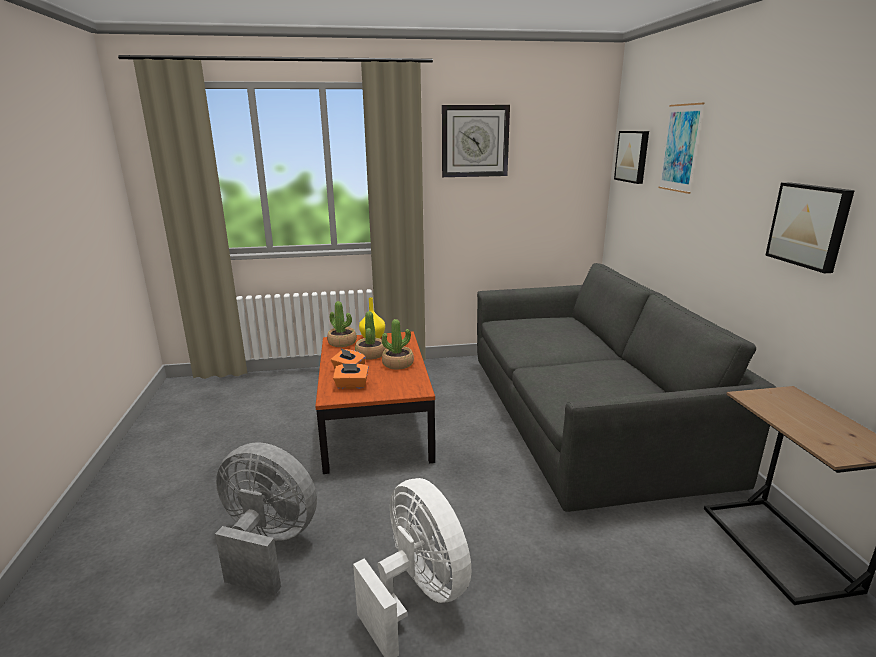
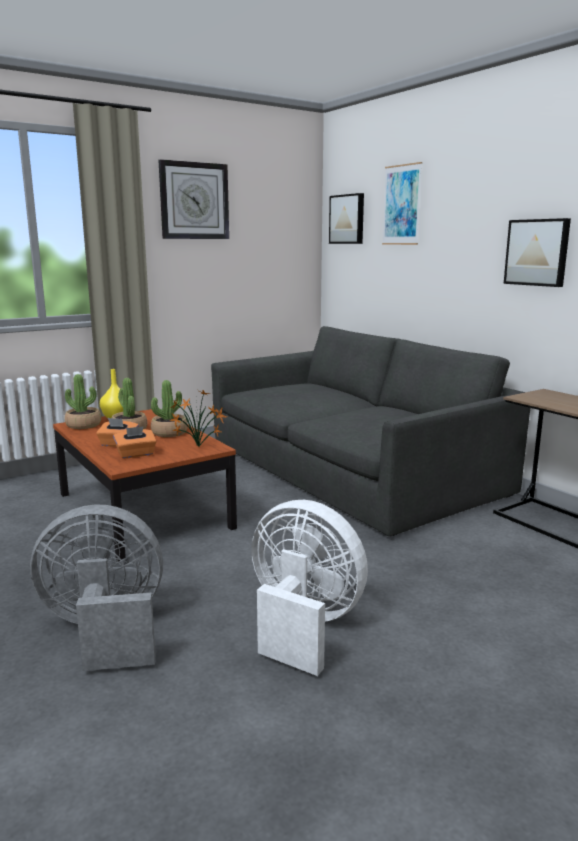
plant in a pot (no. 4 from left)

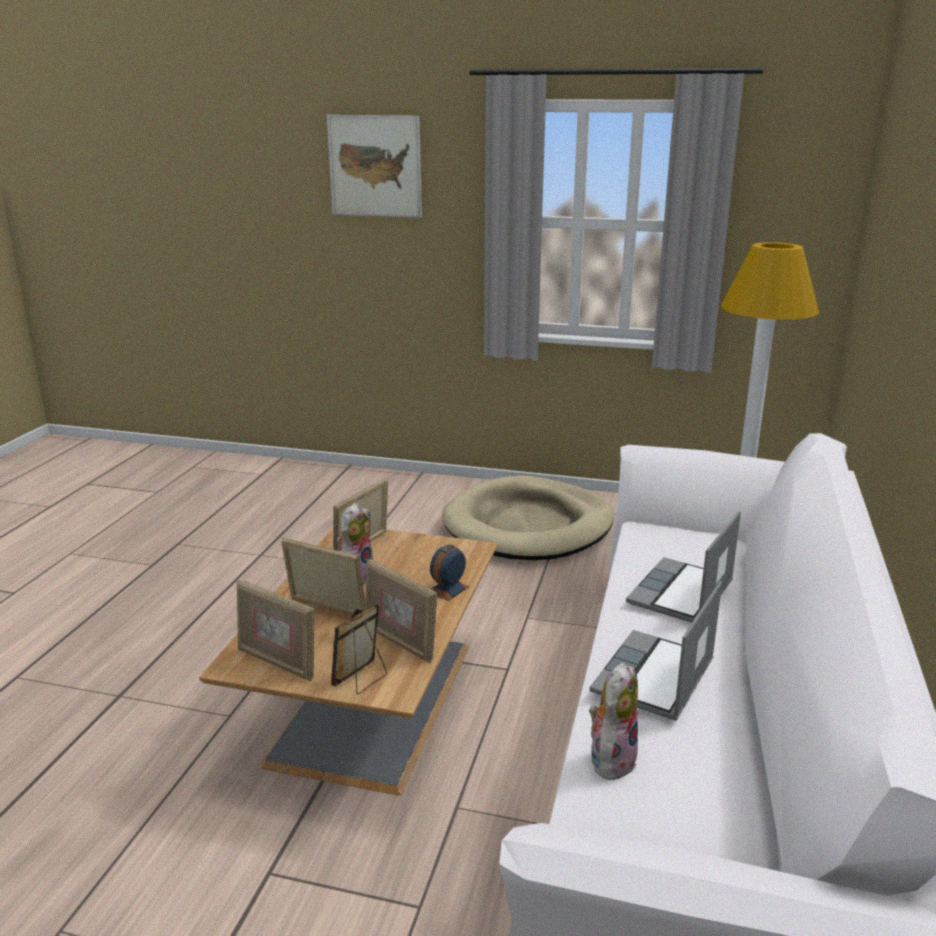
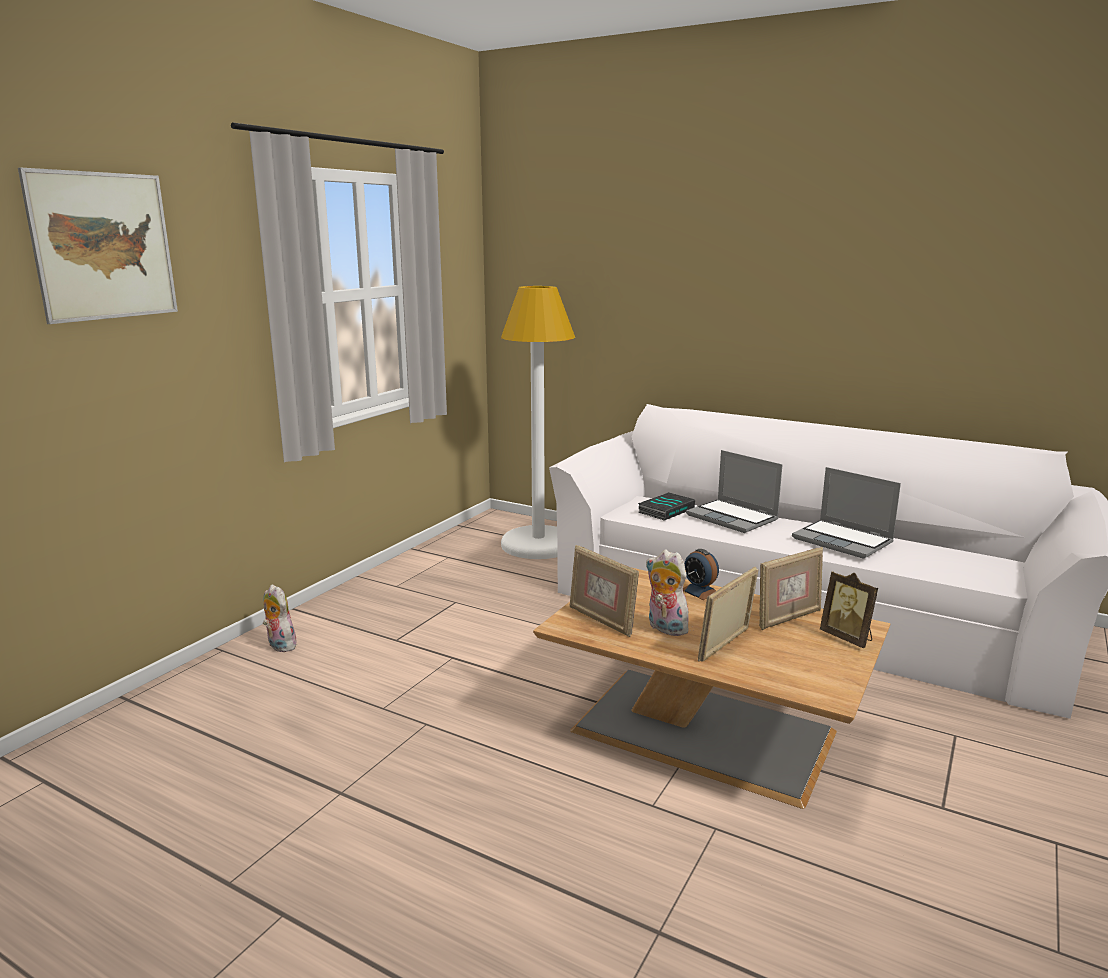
picture frame (no. 1 from left in the first image); dog bed (sand-coloured); book; soft toy (no. 1 from left)

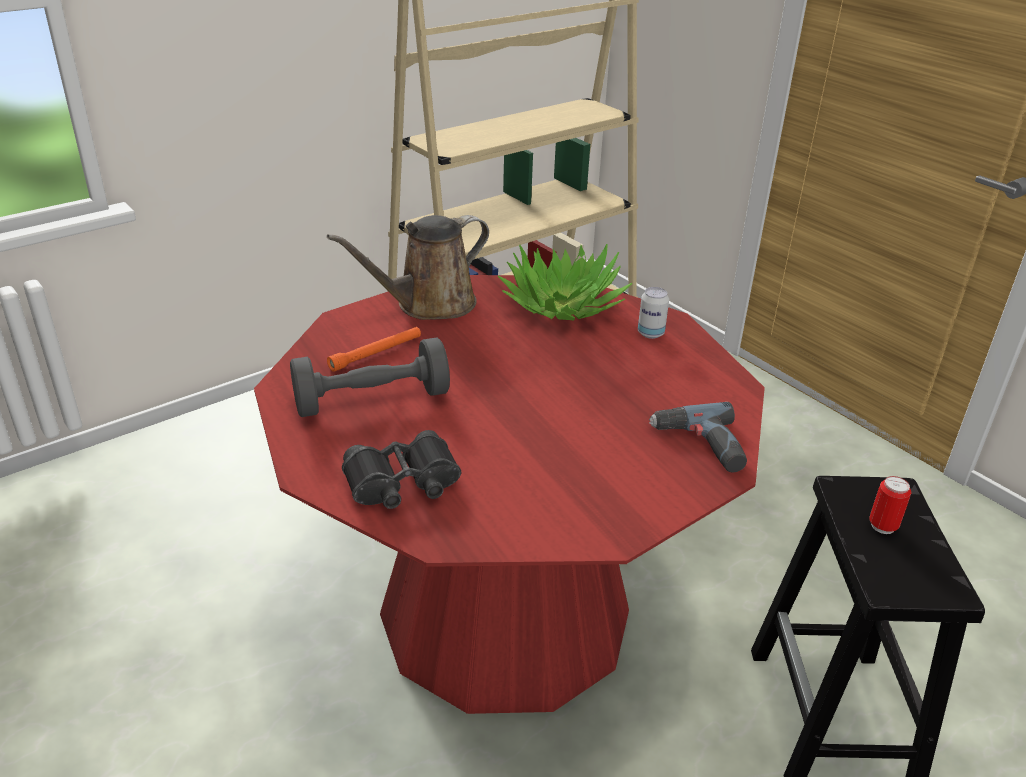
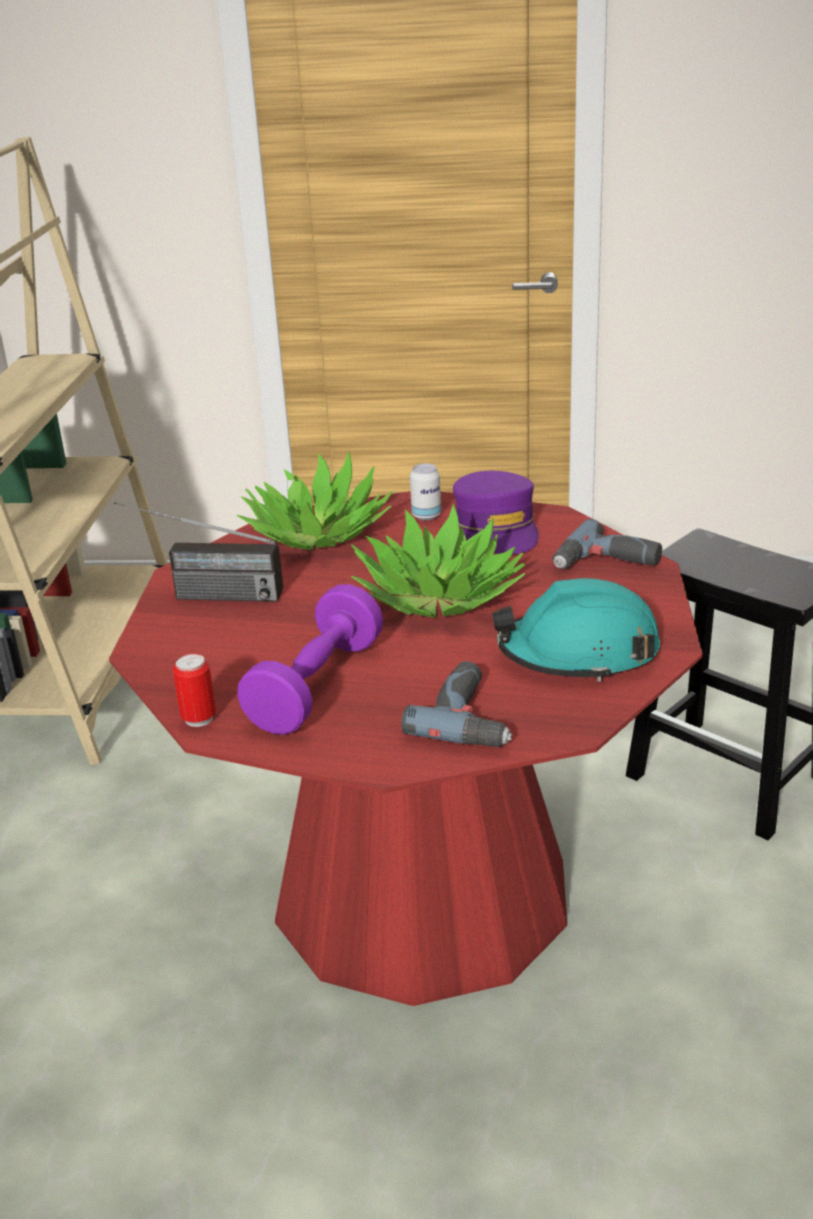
flashlight (orange-coloured); plant in a pot (no. 2 from left); cap (purple-coloured); hard hat (turquoise-coloured); sealed can (no. 1 from left); radio receiver; electric drill (no. 1 from left); dumbbell (purple-coloured)

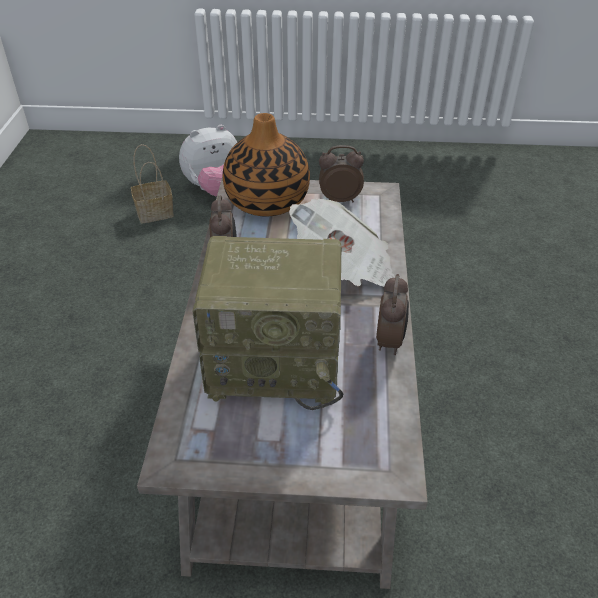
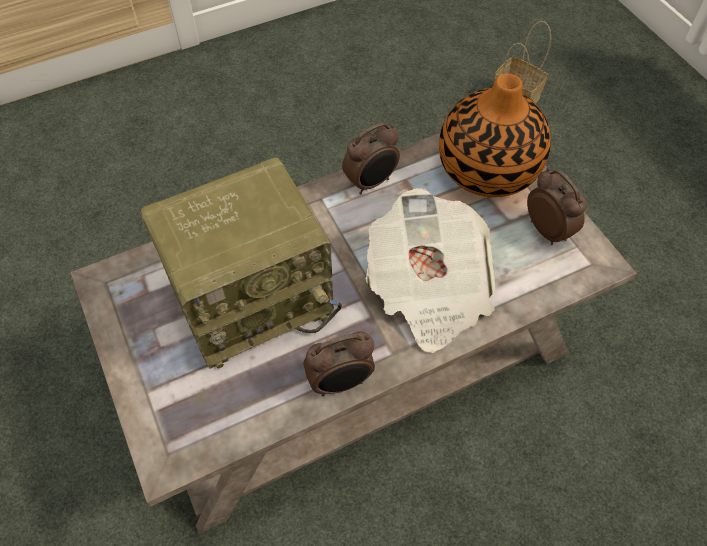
soft toy; radio receiver

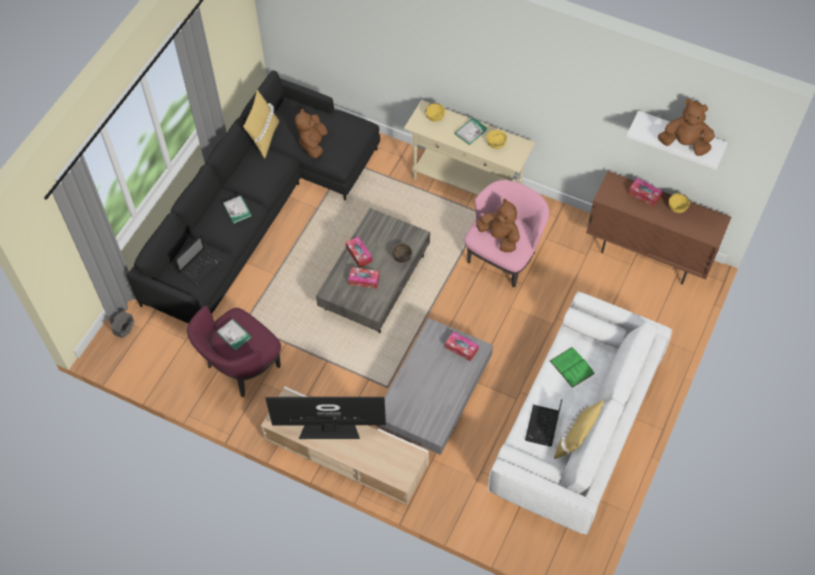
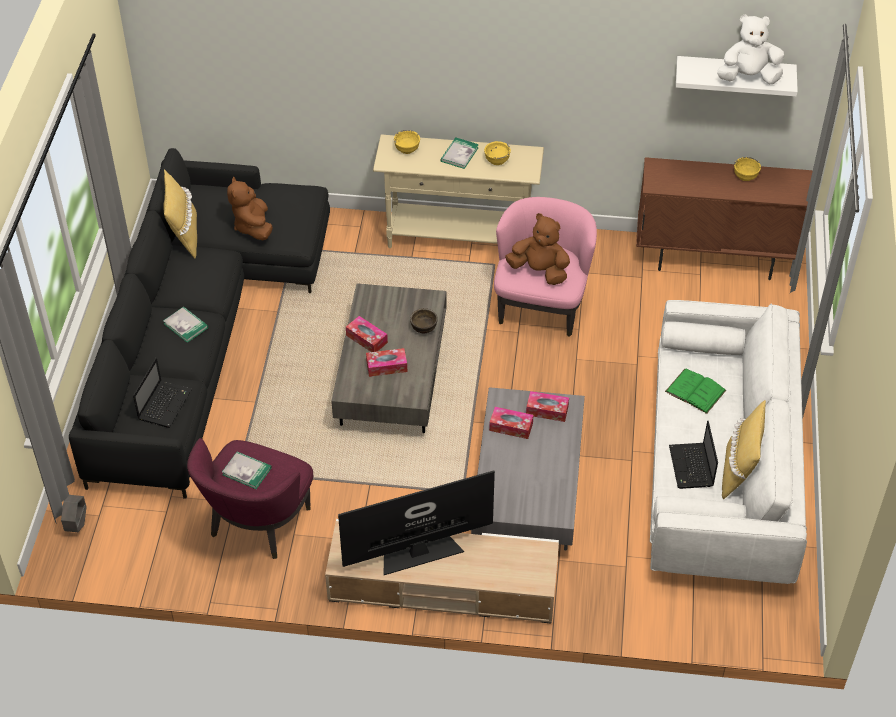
box of tissues (no. 3 from left); soft toy (white-coloured)

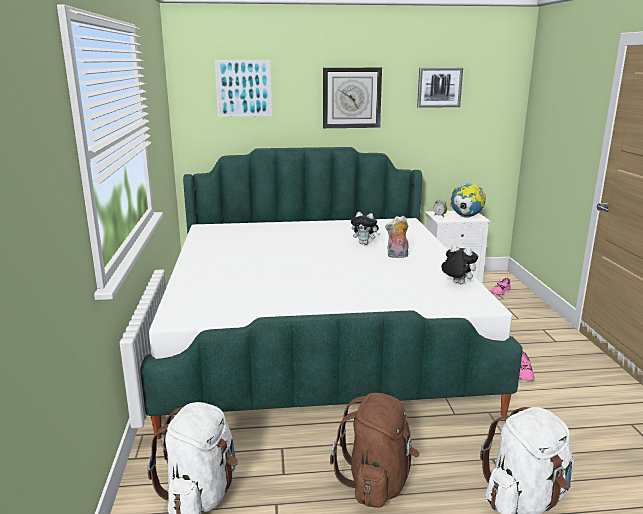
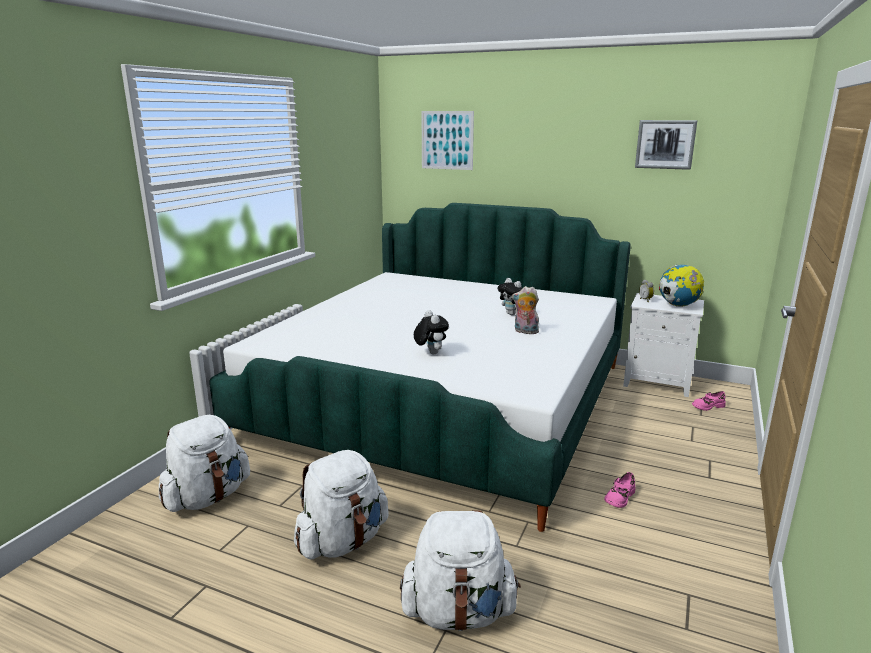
wall clock; soft toy (no. 1 from left); knapsack (white-coloured) (no. 2 from left)

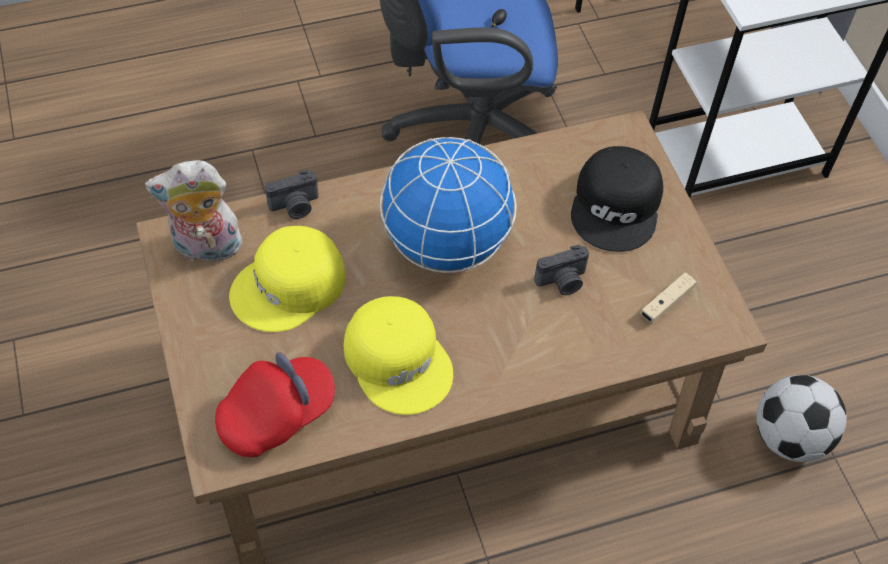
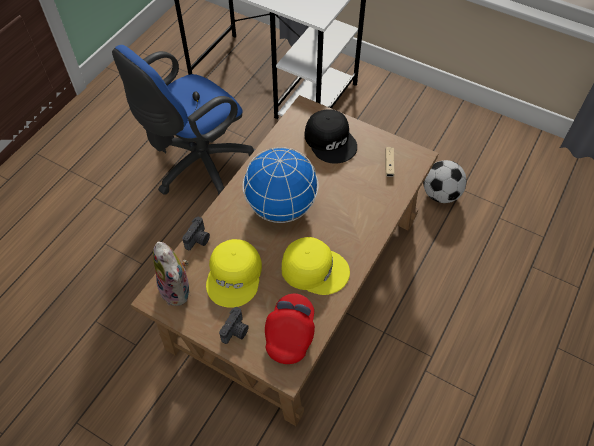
still camera (no. 2 from left); soft toy

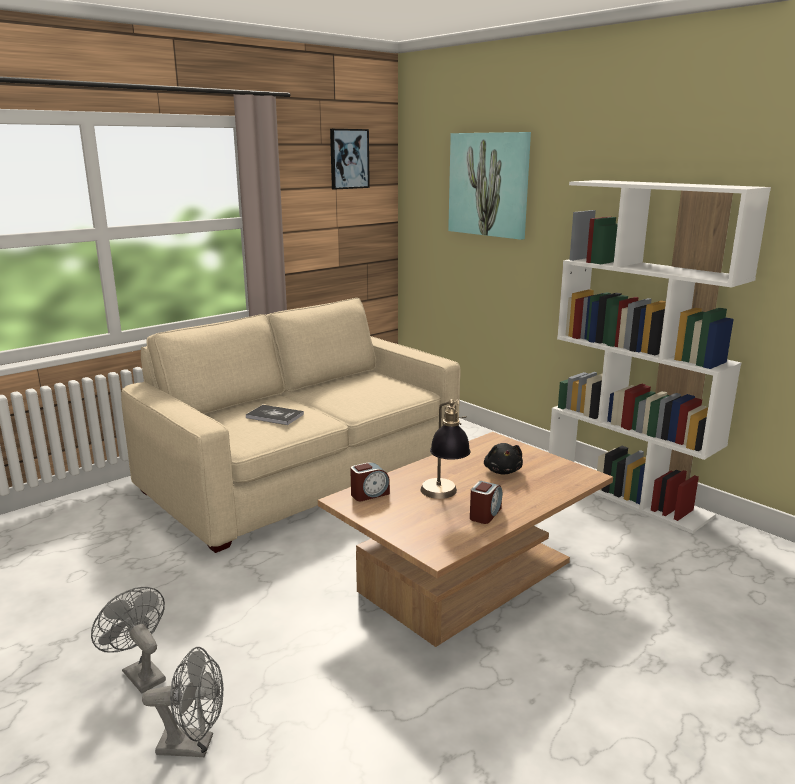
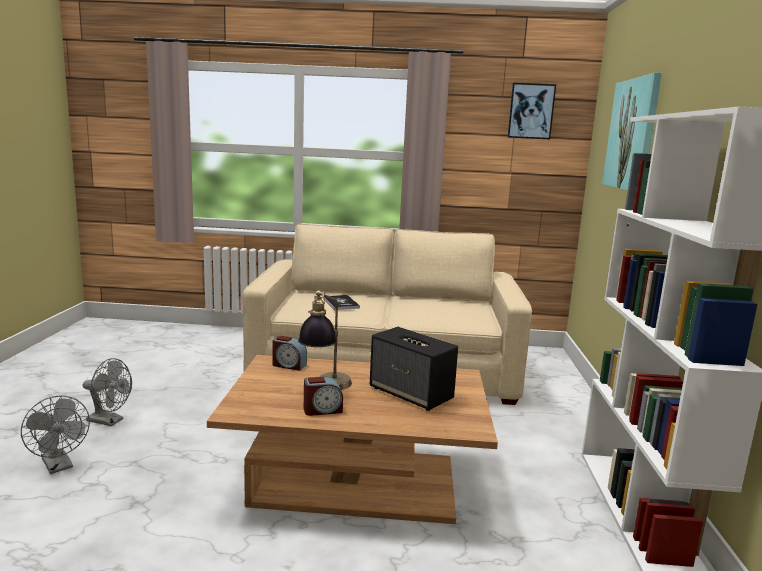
audio speaker; cooling fan (greyish) (no. 2 from left)

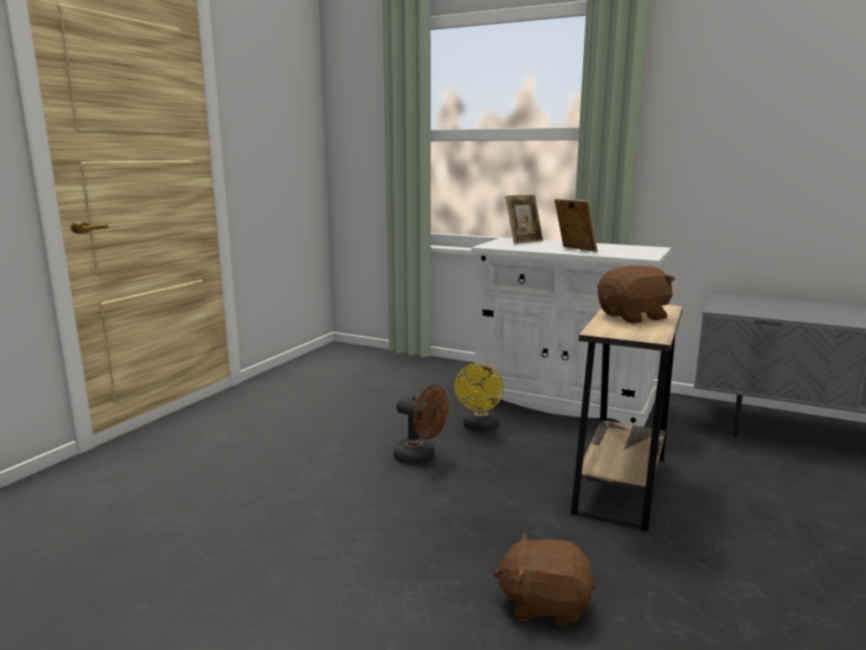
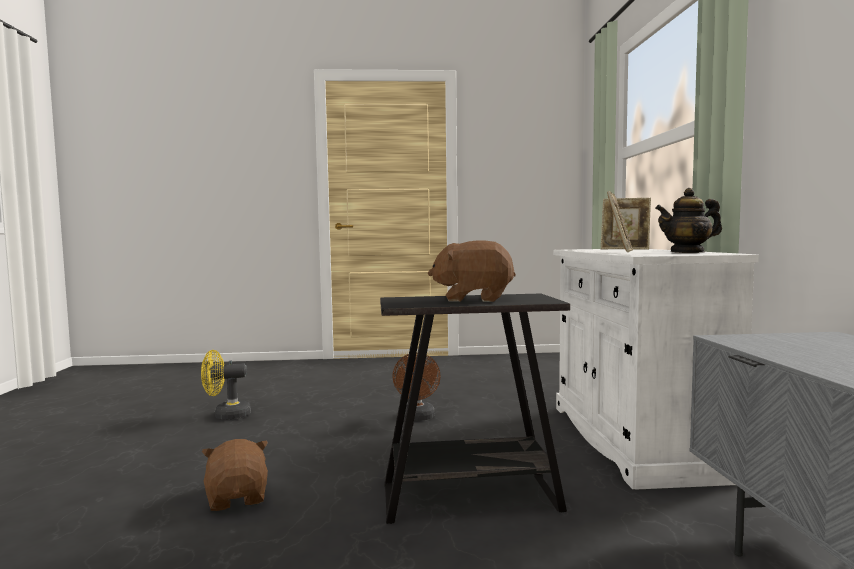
tea pot; cooling fan (yellow); end table (black-coloured); soft toy (brown-coloured) (no. 2 from left)

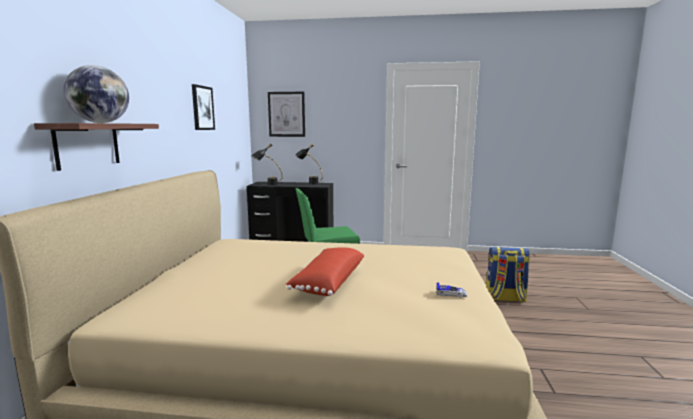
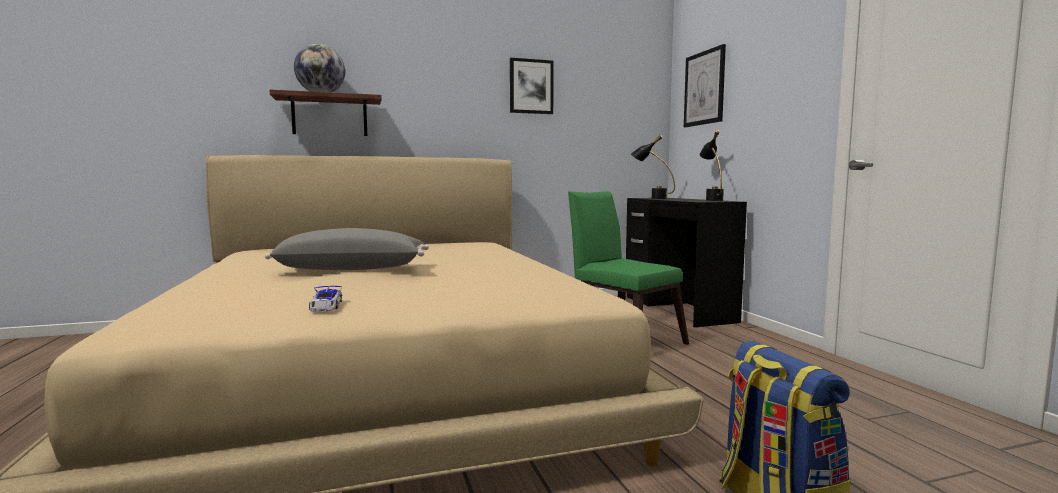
throw pillow (greyish)

